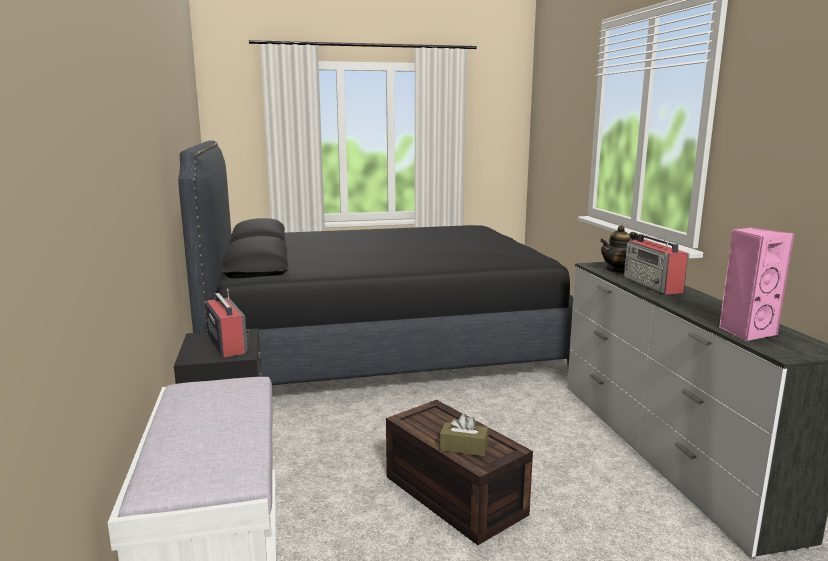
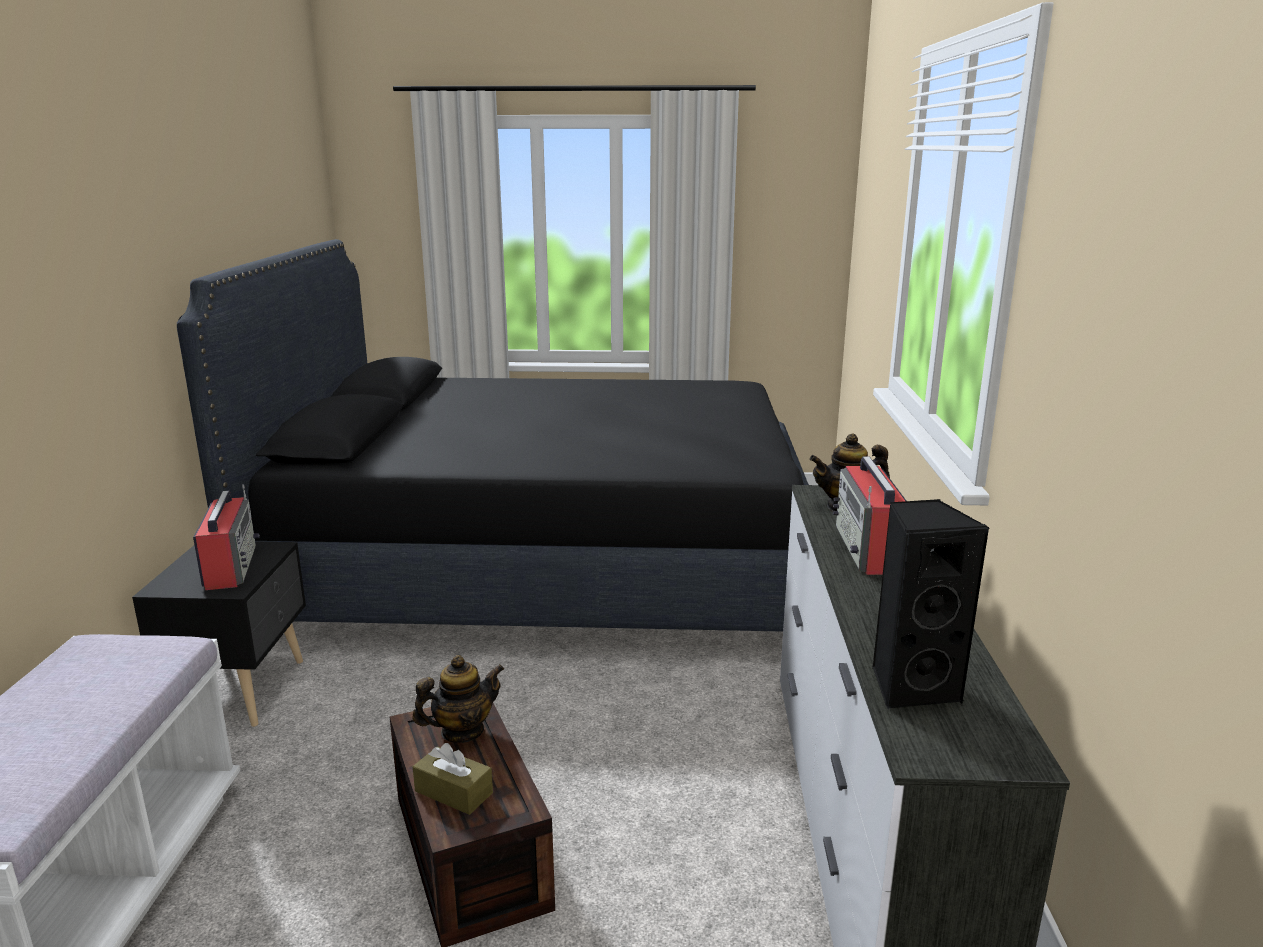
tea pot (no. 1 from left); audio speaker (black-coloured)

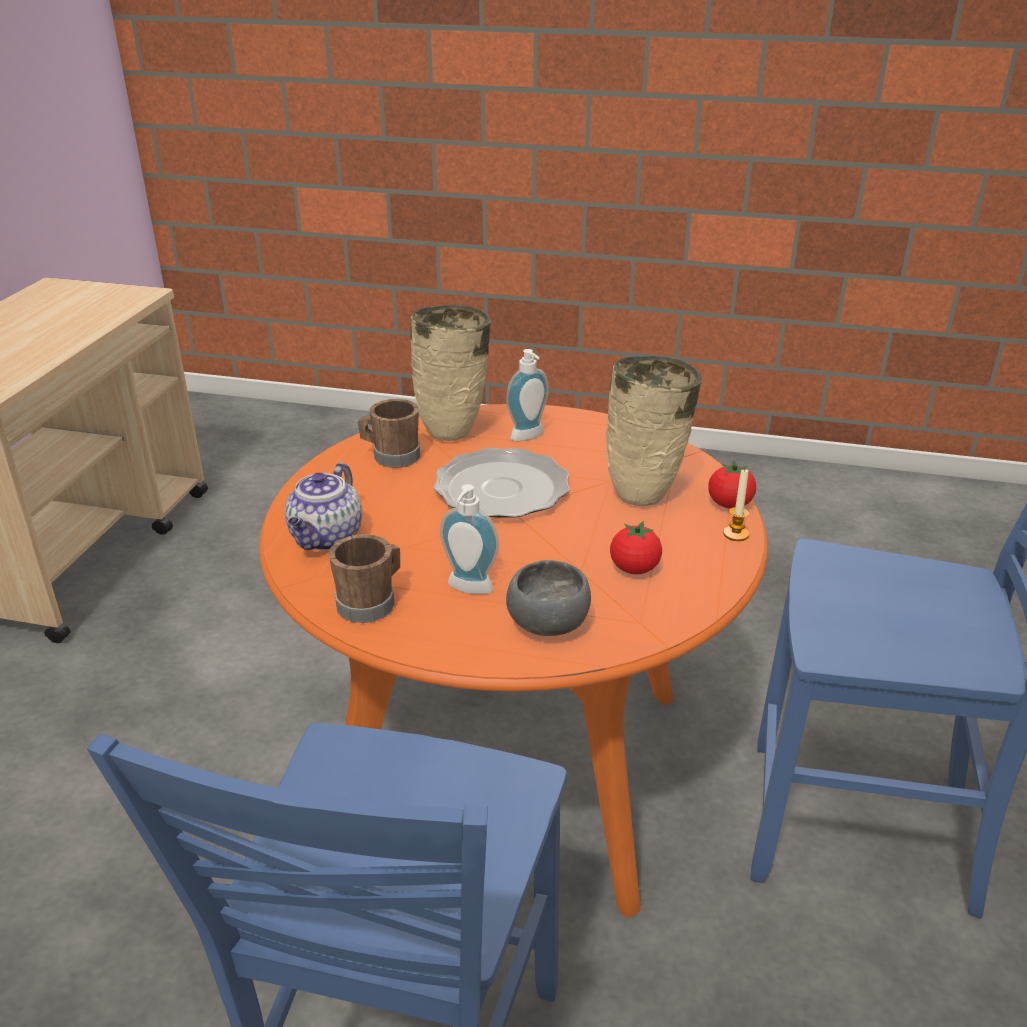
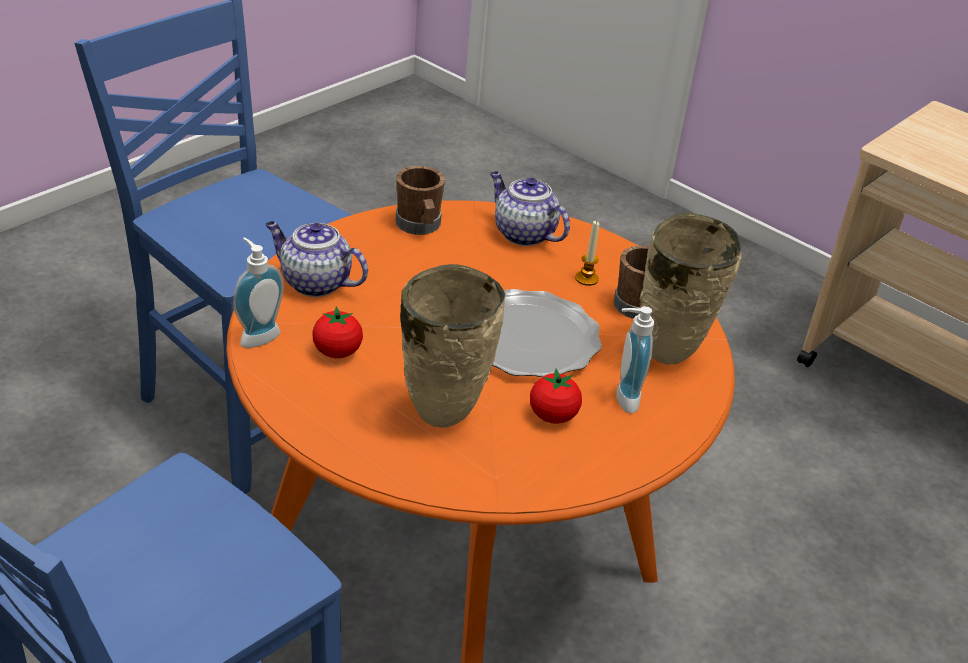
soap bottle (no. 1 from left); fresh tomato (no. 2 from left); candle; tea pot (no. 1 from left)

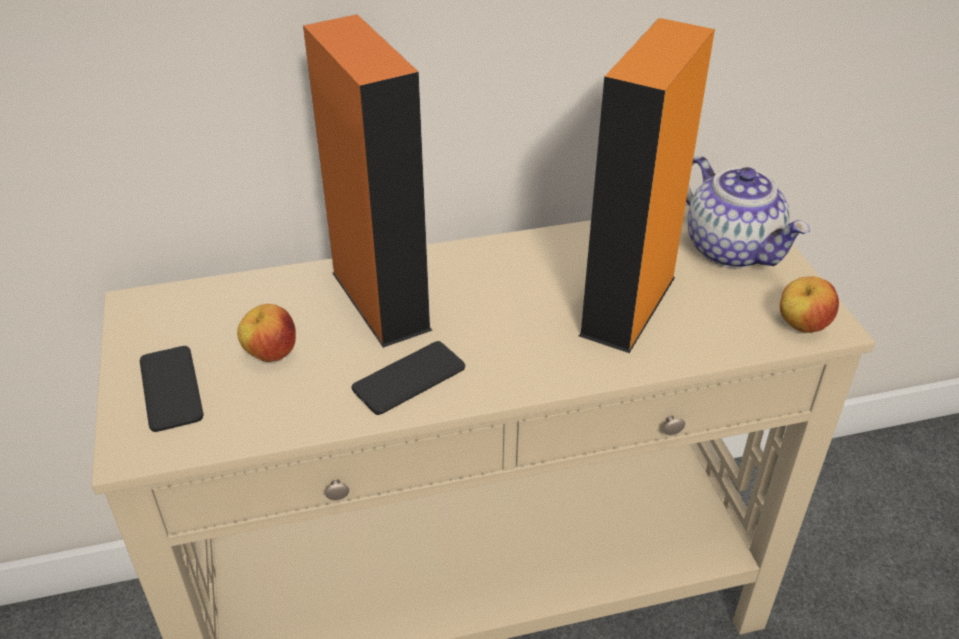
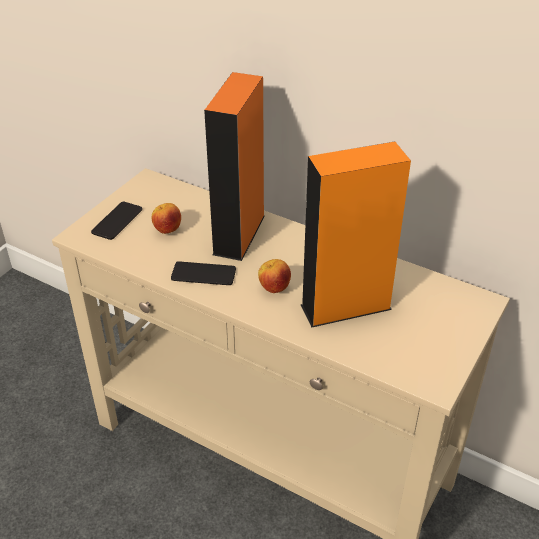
tea pot; apple (no. 2 from left)

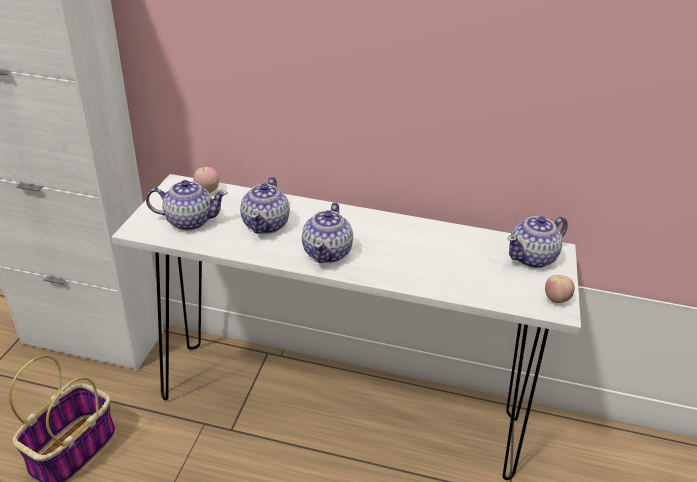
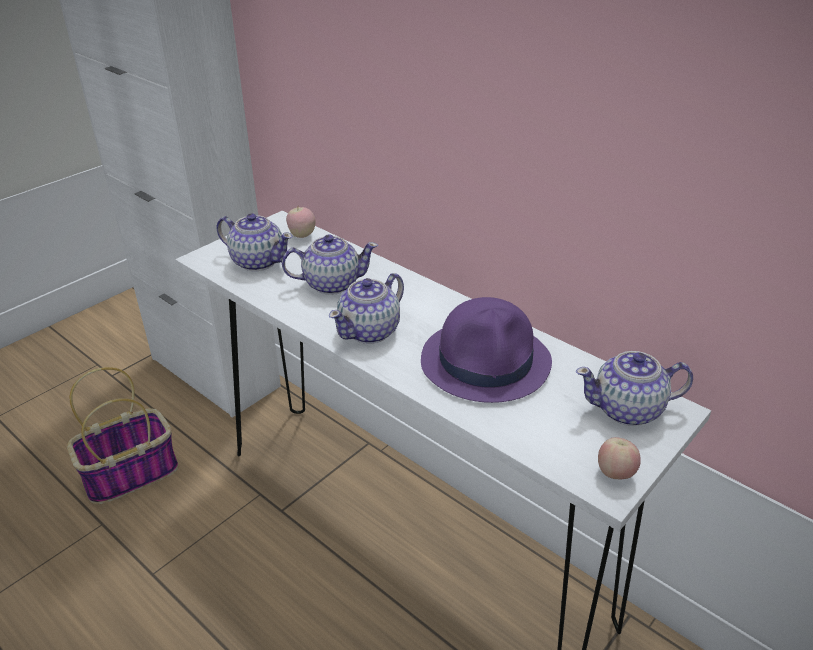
clothing hat (purple-coloured); tea pot (no. 2 from left)

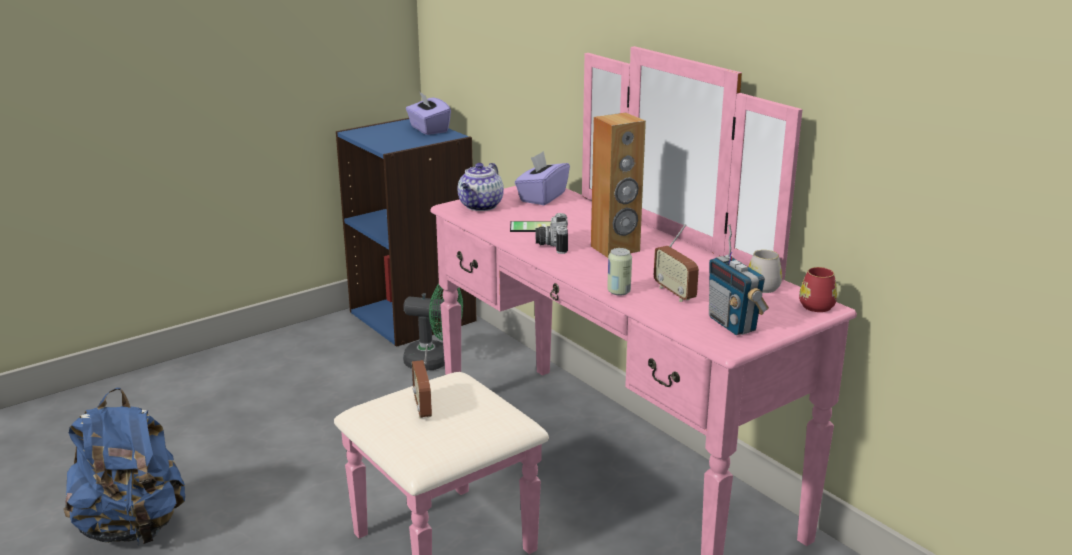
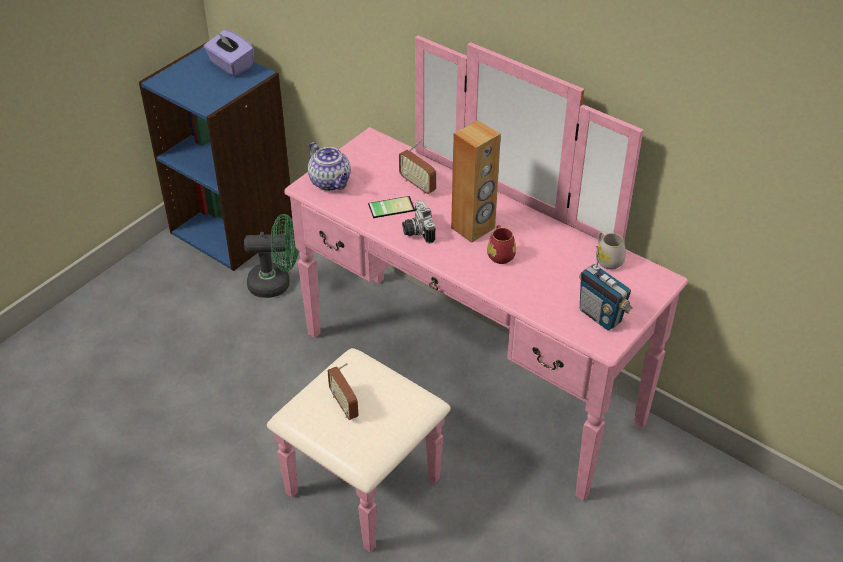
knapsack (blue); box of tissues (purple-coloured) (no. 2 from left in the first image); sealed can; radio receiver (no. 2 from left); mug (red-coloured); tea pot

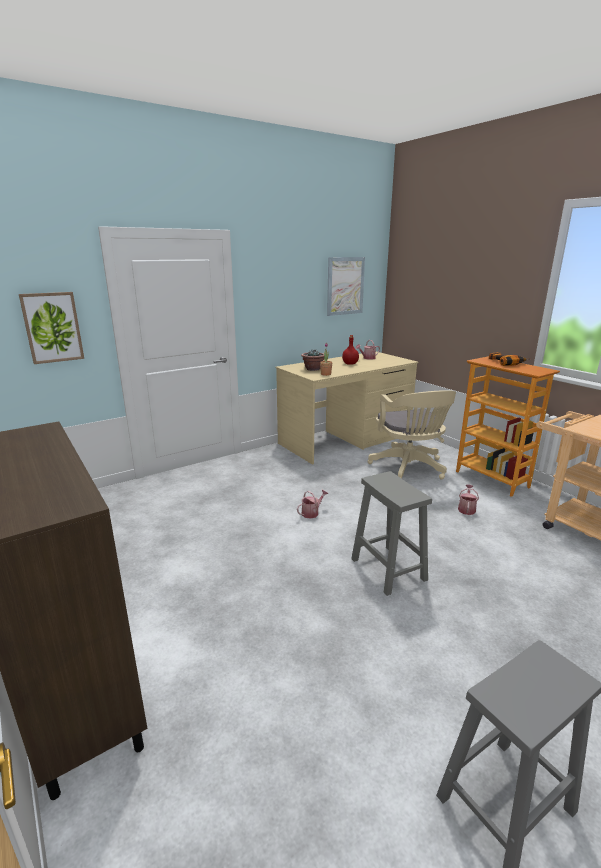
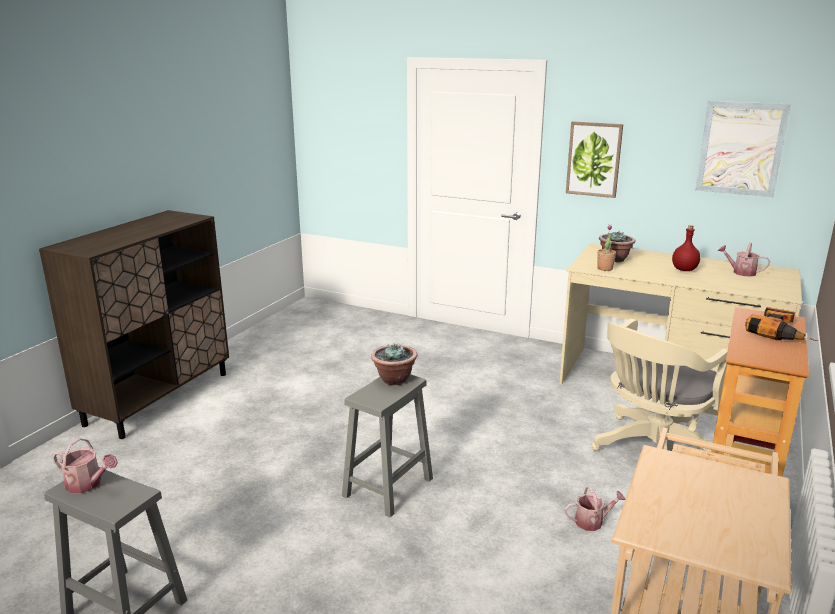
plant in a pot (no. 1 from left); picture (no. 1 from left); watering can (no. 1 from left)

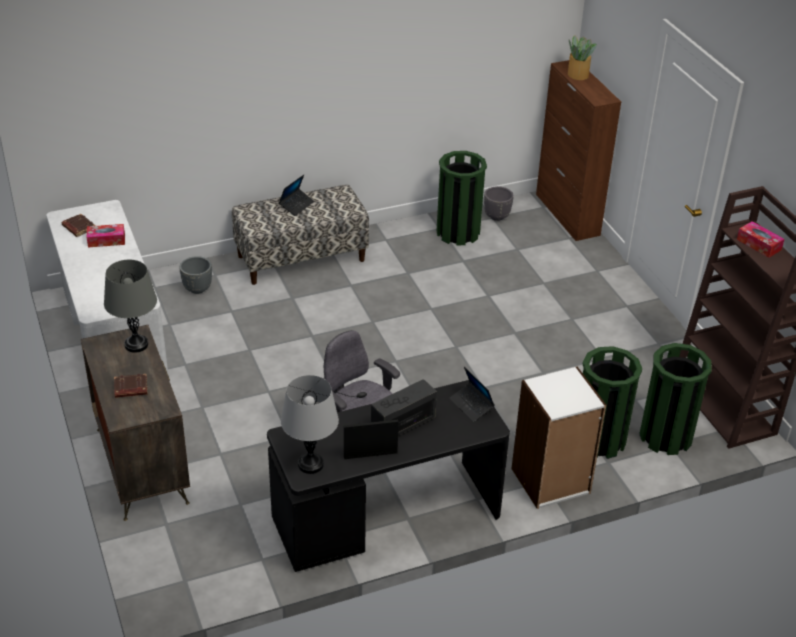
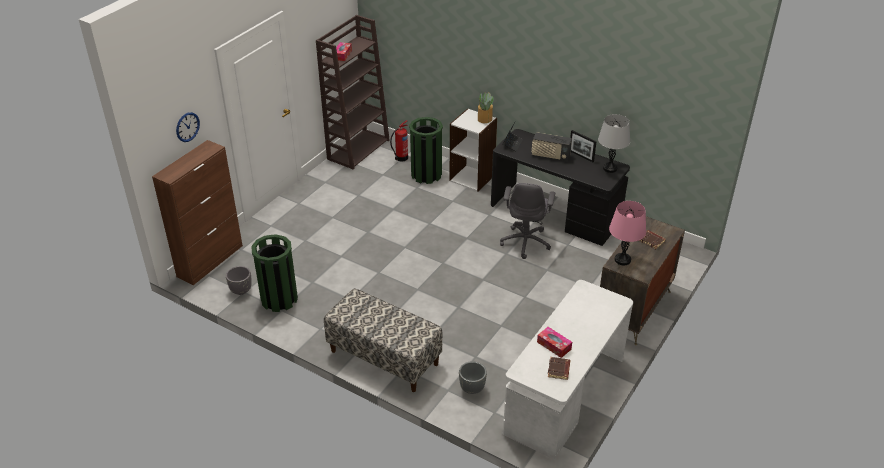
portable computer (no. 1 from left in the first image); wall clock; plant in a pot; fire-fighting cylinder; lamp for a table (pinkish)

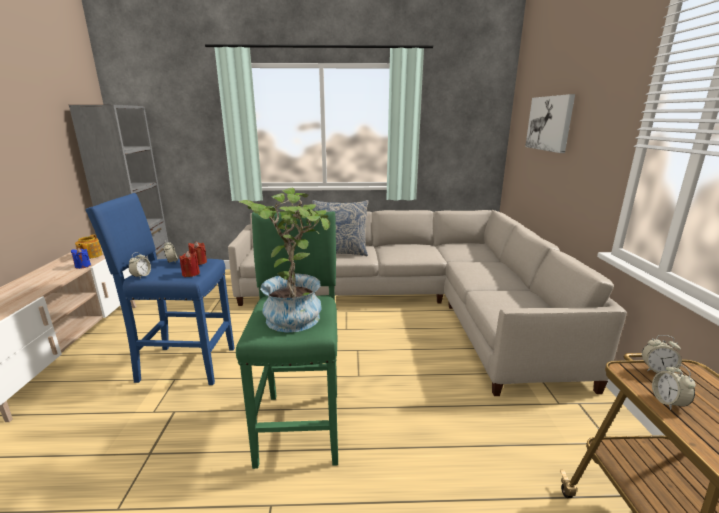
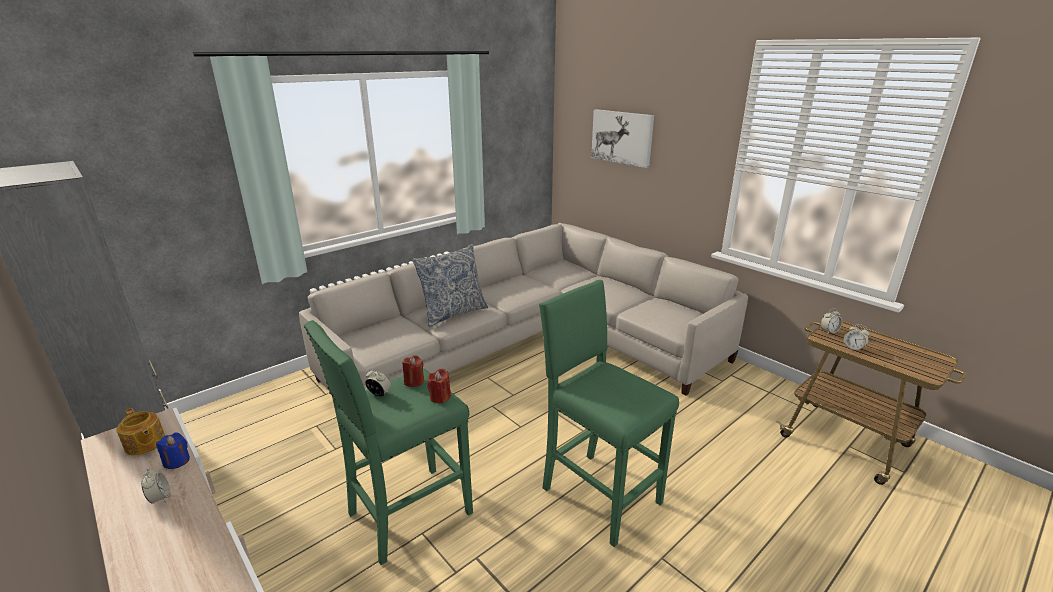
plant in a pot; bedside clock (no. 1 from left); sitting stool (green-coloured) (no. 1 from left)

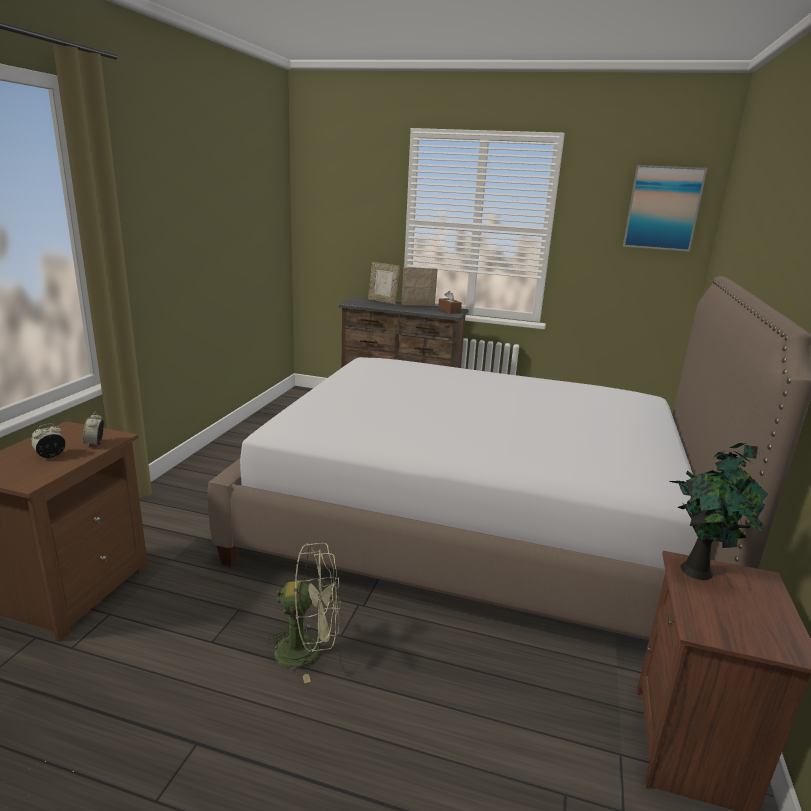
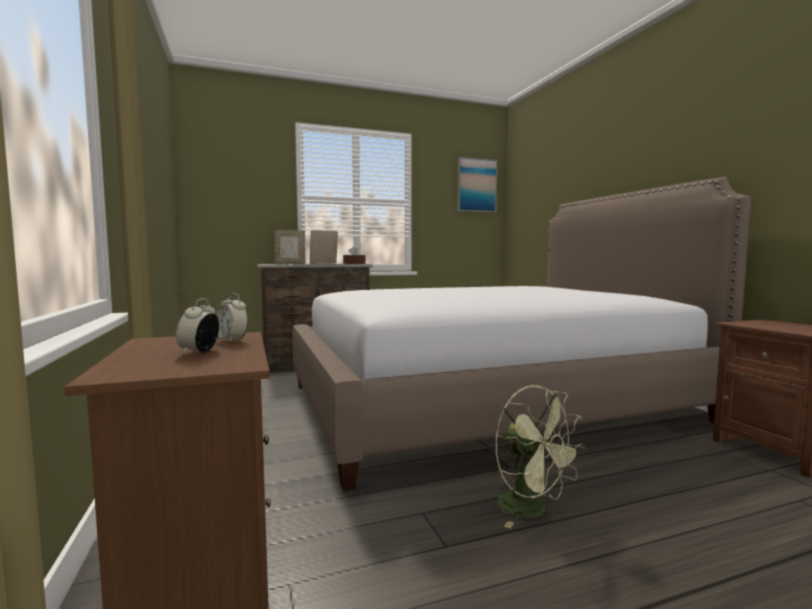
plant in a pot; cooling fan (green-coloured)

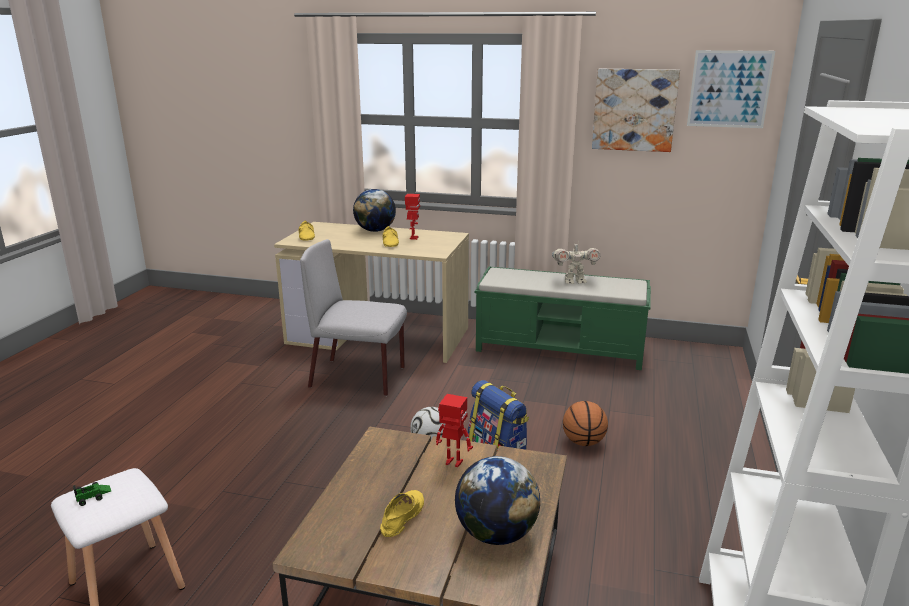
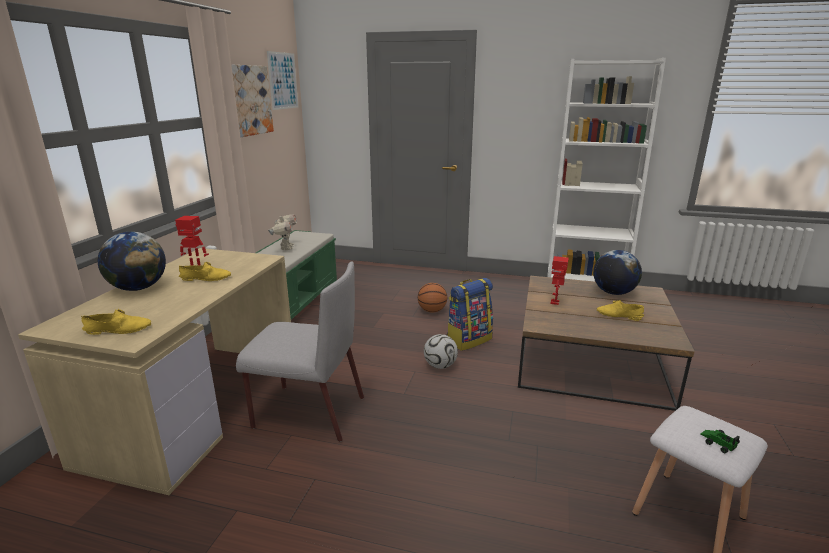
upright chair (greyish)

